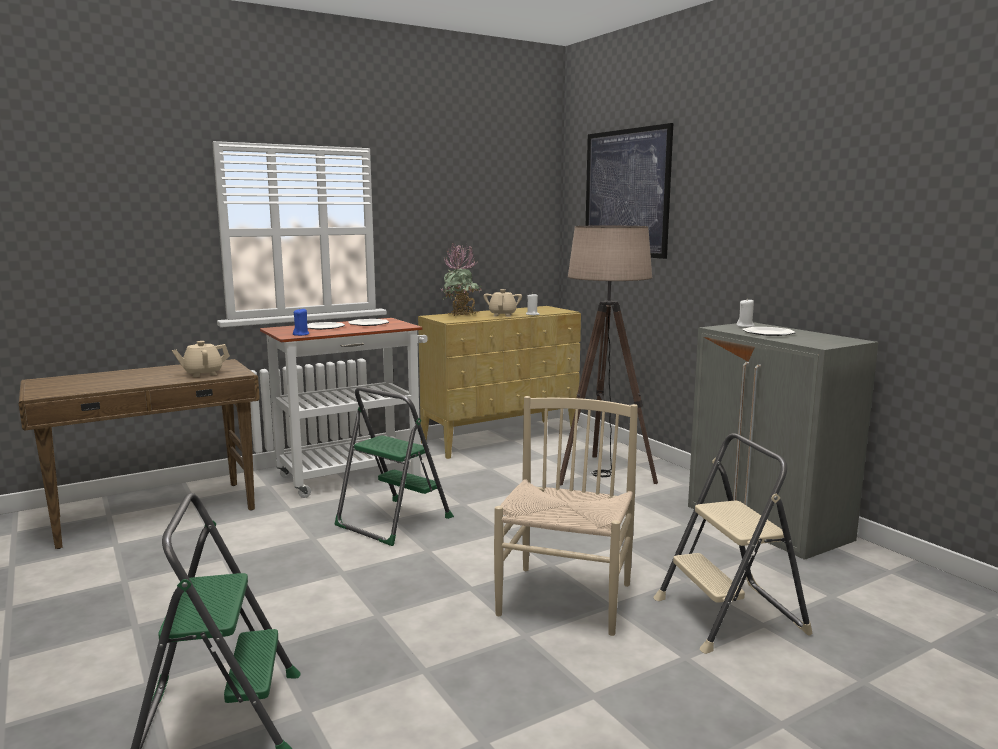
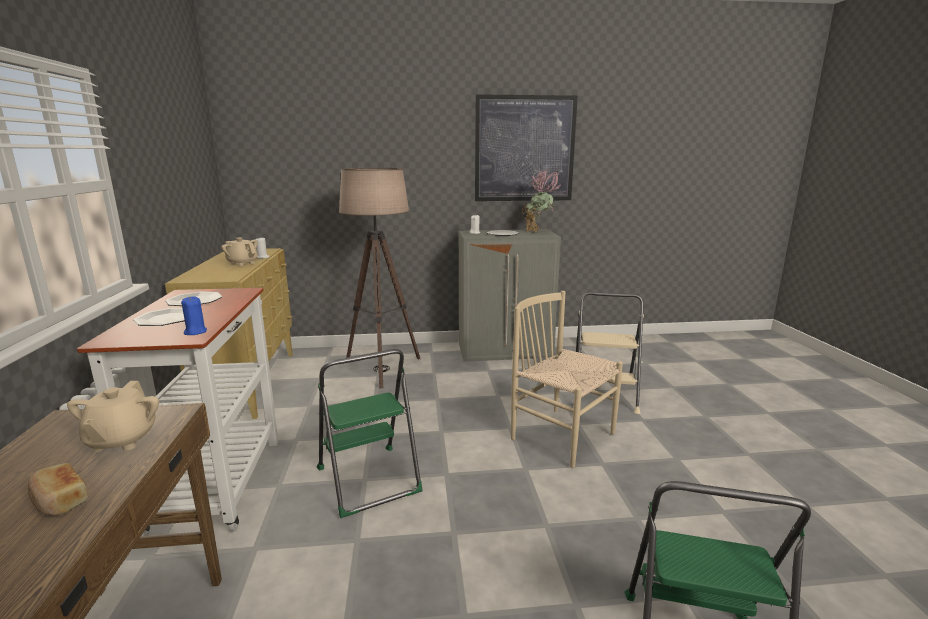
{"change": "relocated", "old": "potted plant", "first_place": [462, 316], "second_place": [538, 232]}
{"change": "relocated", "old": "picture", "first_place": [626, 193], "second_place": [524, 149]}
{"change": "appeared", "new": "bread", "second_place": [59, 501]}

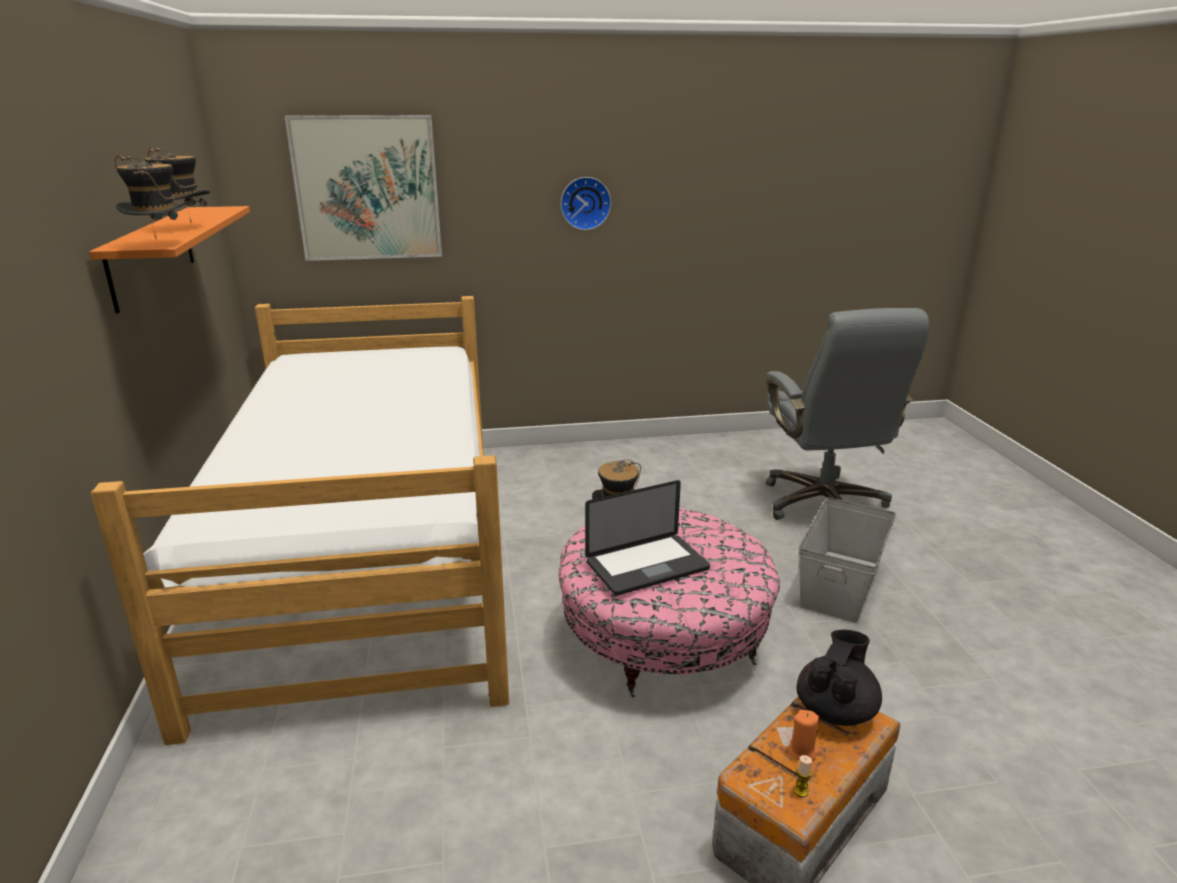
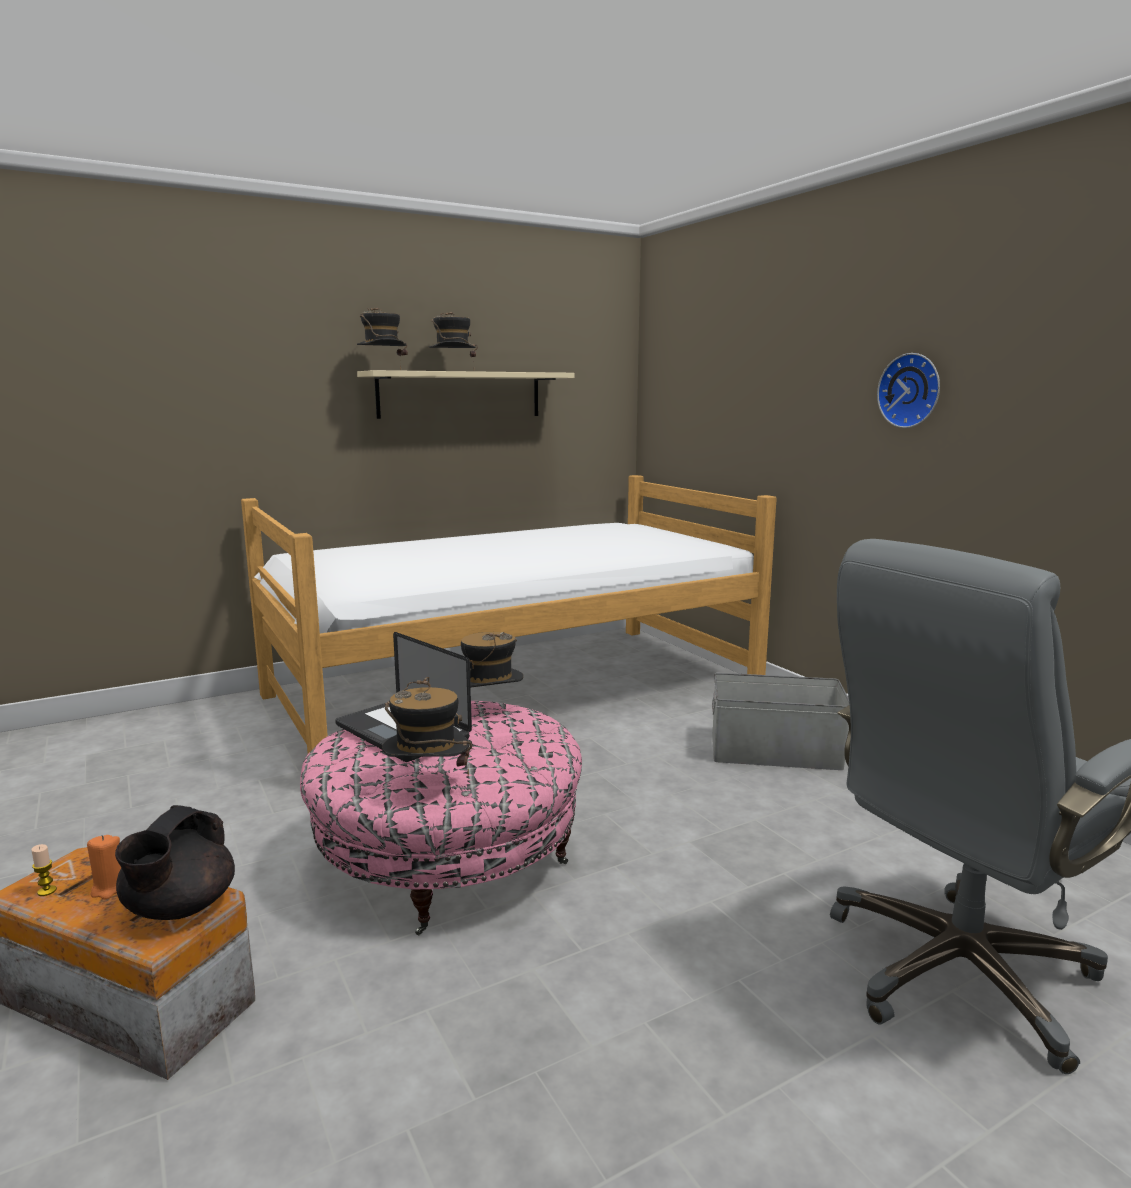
{"change": "colour", "old": "shelf (orange)", "new": "shelf (beige)", "first_place": [152, 255], "second_place": [460, 395]}
{"change": "missing", "old": "picture", "first_place": [367, 188]}
{"change": "spun", "old": "teapot (black)", "first_place": [835, 710], "second_place": [179, 908], "degrees": 90}
{"change": "relocated", "old": "storage box (grey)", "first_place": [841, 584], "second_place": [776, 753]}
{"change": "appeared", "new": "hat", "second_place": [428, 784]}

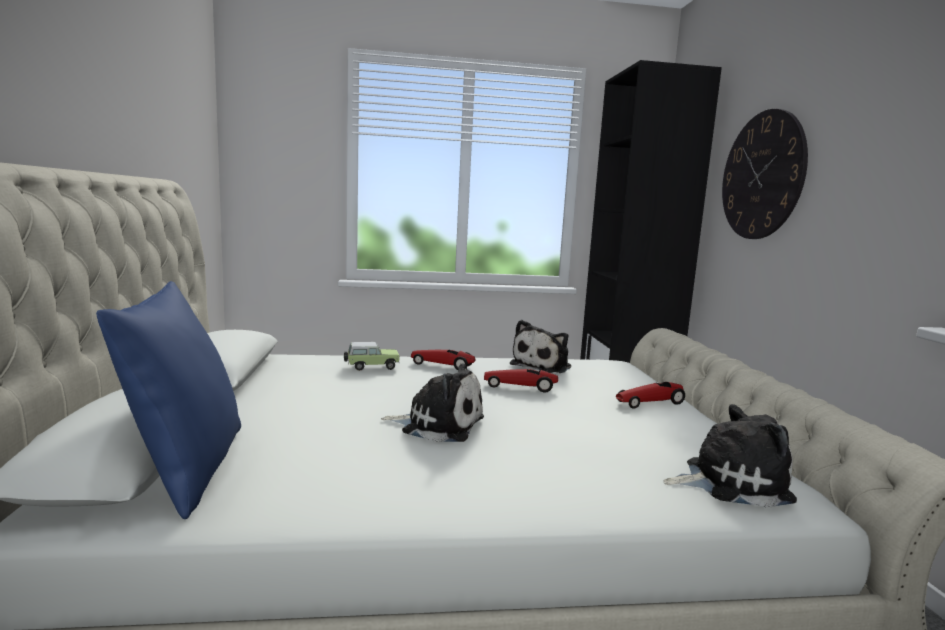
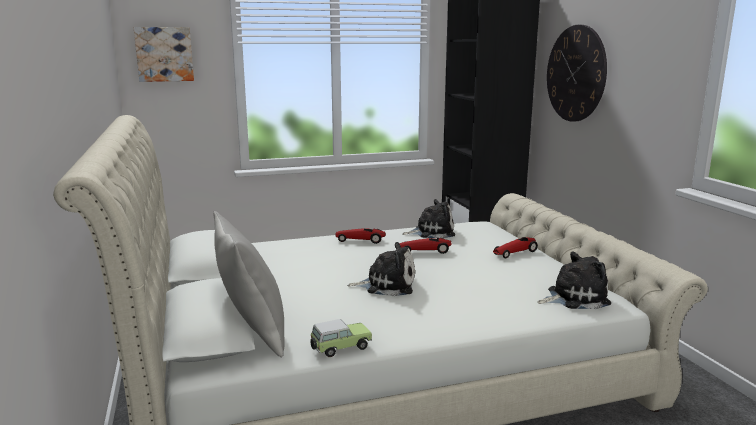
{"change": "colour", "old": "pillow (blue)", "new": "pillow (grey)", "first_place": [186, 469], "second_place": [252, 332]}
{"change": "relocated", "old": "toy car", "first_place": [371, 367], "second_place": [339, 348]}
{"change": "spun", "old": "plush toy", "first_place": [543, 365], "second_place": [432, 232], "degrees": -120}
{"change": "appeared", "new": "picture", "second_place": [164, 54]}

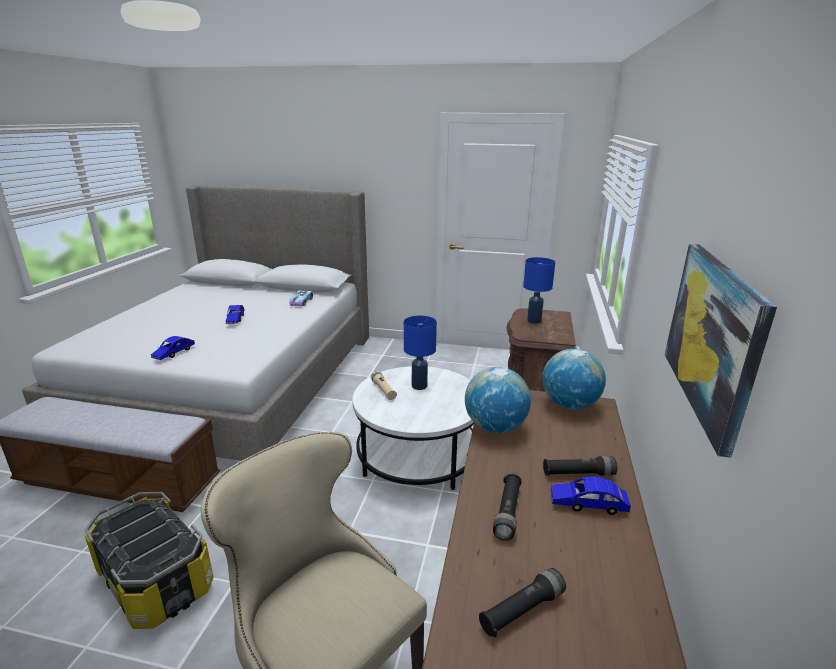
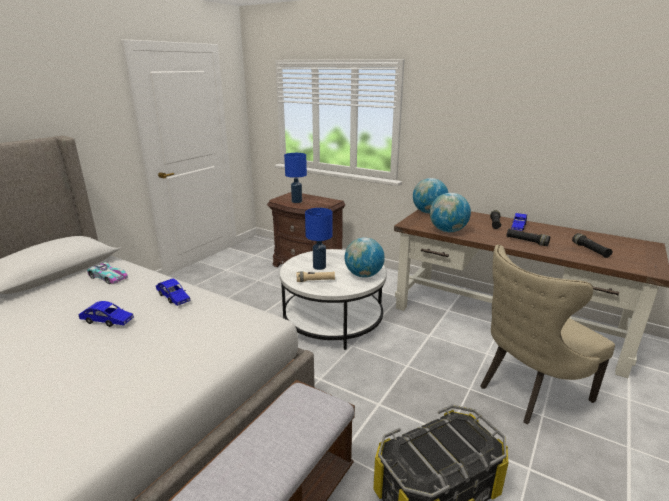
{"change": "relocated", "old": "toy car (blue)", "first_place": [174, 353], "second_place": [173, 297]}
{"change": "missing", "old": "picture", "first_place": [713, 337]}
{"change": "appeared", "new": "globe", "second_place": [363, 275]}

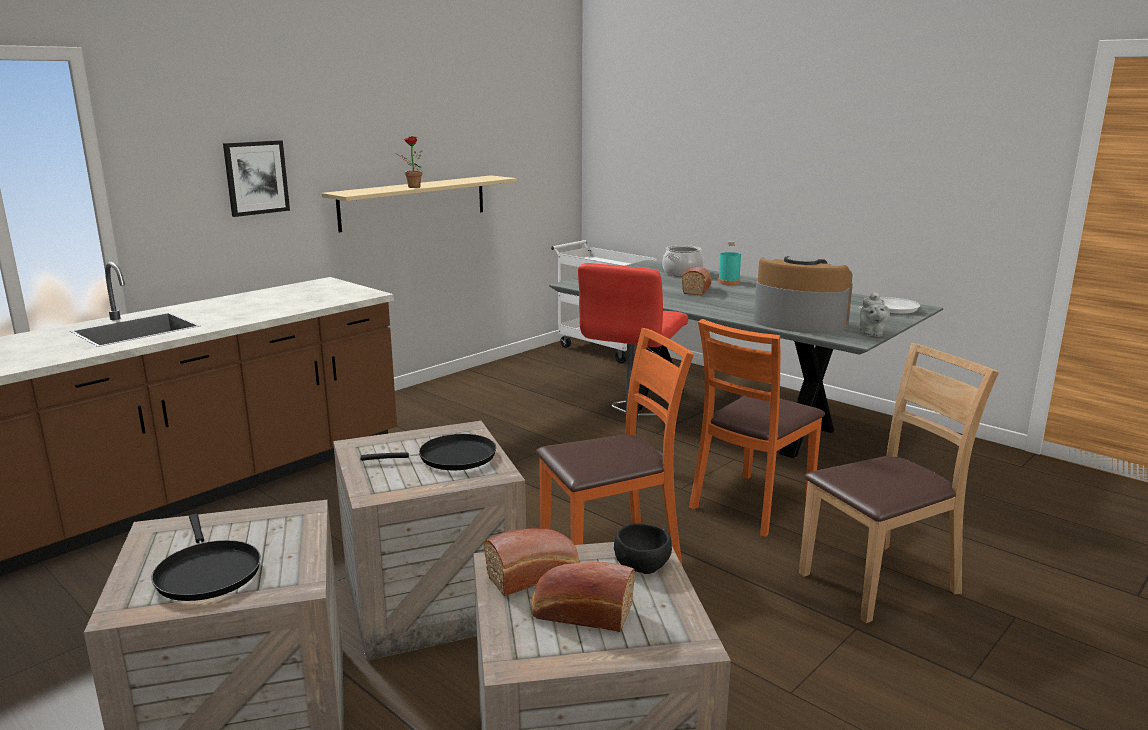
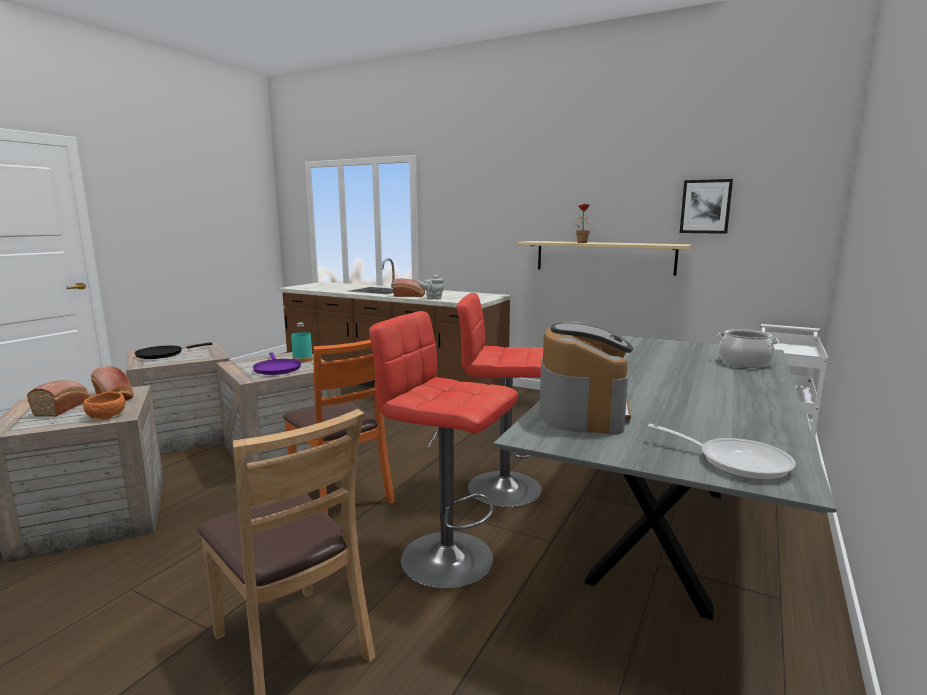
{"change": "relocated", "old": "picture", "first_place": [256, 177], "second_place": [705, 206]}
{"change": "colour", "old": "frying pan (black)", "new": "frying pan (purple)", "first_place": [451, 458], "second_place": [277, 369]}
{"change": "colour", "old": "bowl (black)", "new": "bowl (orange)", "first_place": [643, 563], "second_place": [106, 416]}
{"change": "relocated", "old": "bread", "first_place": [697, 290], "second_place": [410, 296]}
{"change": "exchanged", "old": "chair (orange)", "new": "stool (red)", "first_place": [752, 504], "second_place": [446, 558]}
{"change": "relocated", "old": "bottle (turquoise)", "first_place": [728, 282], "second_place": [302, 359]}
{"change": "relocated", "old": "teapot (grey)", "first_place": [871, 333], "second_place": [432, 298]}

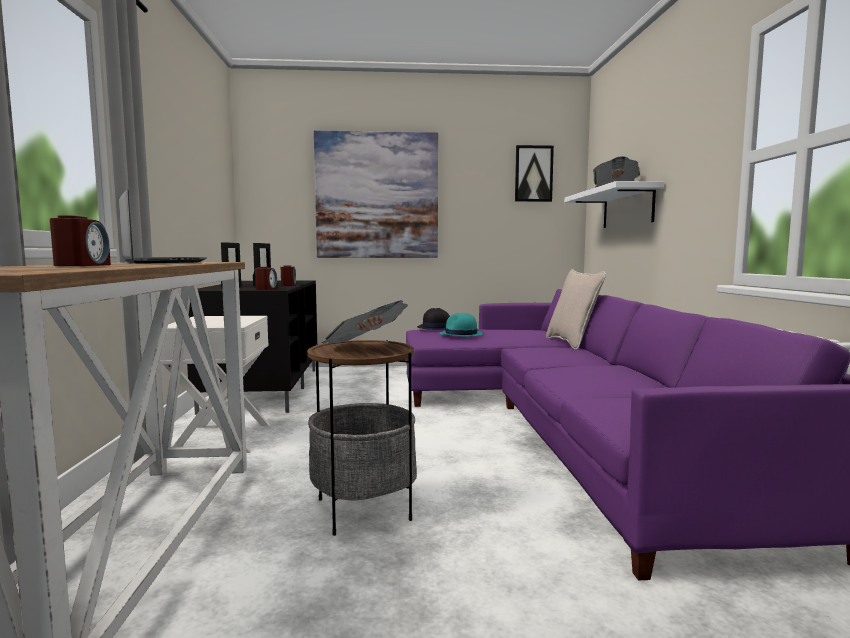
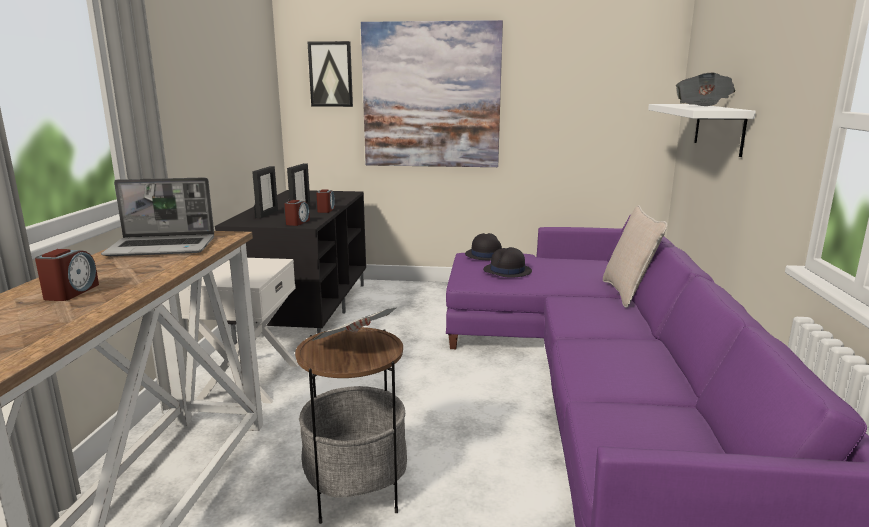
{"change": "spun", "old": "laptop", "first_place": [161, 262], "second_place": [163, 247], "degrees": 105}
{"change": "colour", "old": "hat (turquoise)", "new": "hat (black)", "first_place": [461, 334], "second_place": [507, 271]}
{"change": "relocated", "old": "picture", "first_place": [533, 174], "second_place": [331, 74]}

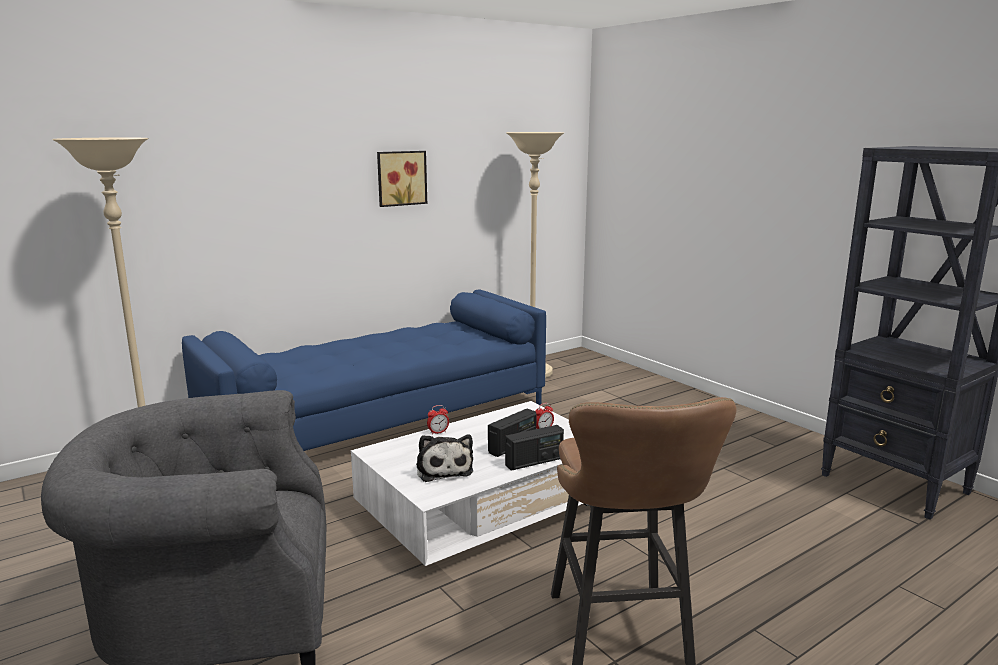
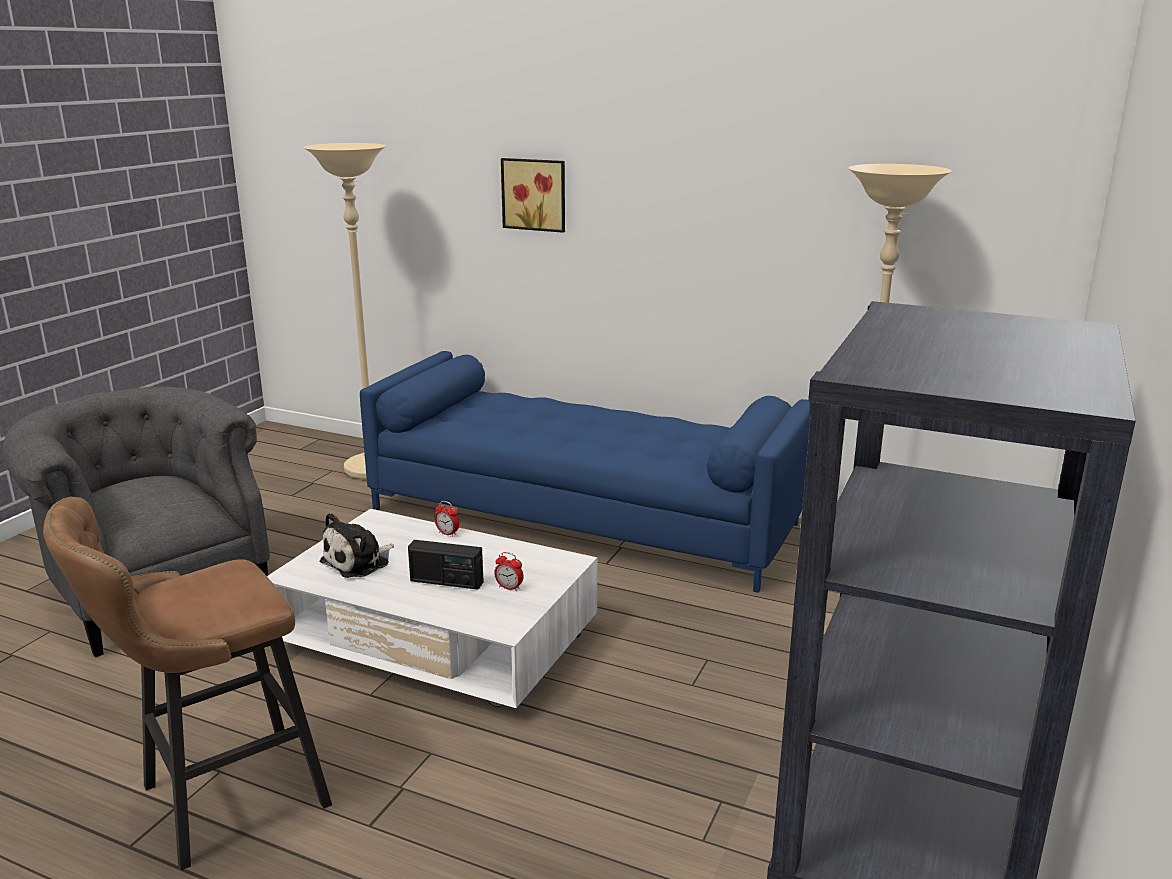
{"change": "relocated", "old": "picture", "first_place": [401, 178], "second_place": [535, 194]}
{"change": "missing", "old": "radio", "first_place": [534, 462]}

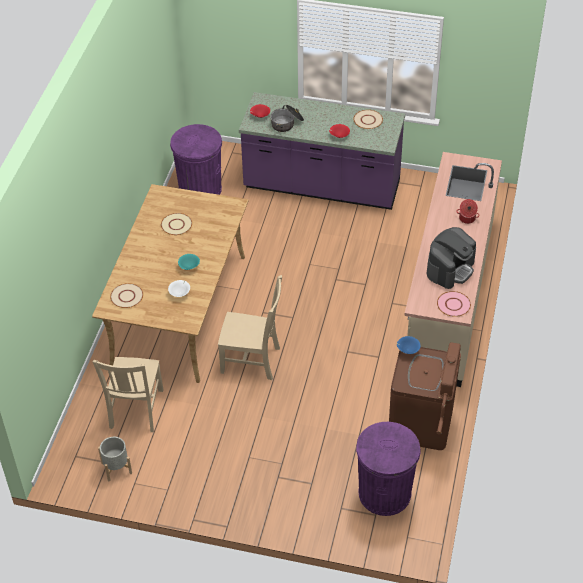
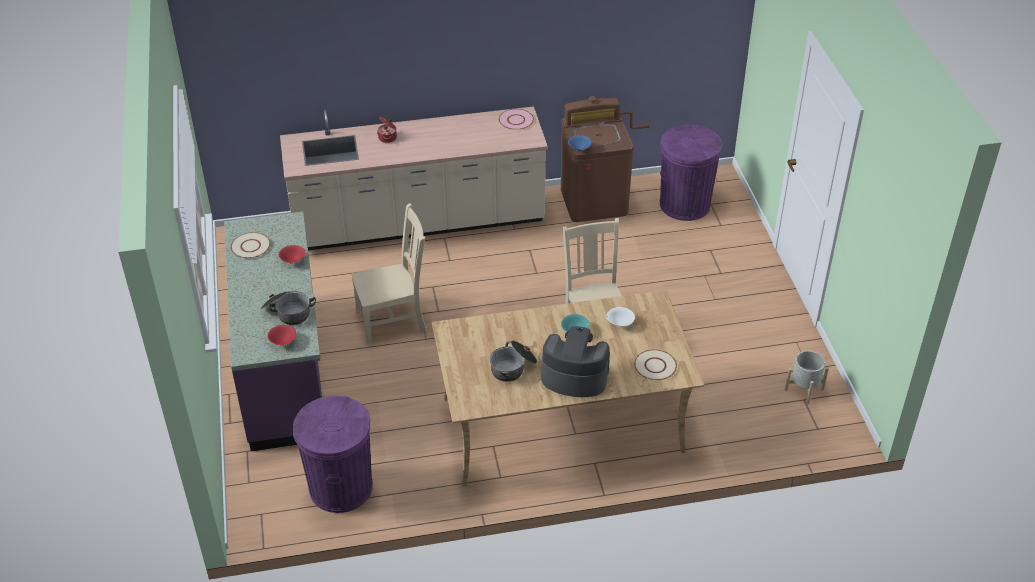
{"change": "relocated", "old": "chair (beige)", "first_place": [136, 410], "second_place": [394, 321]}
{"change": "exchanged", "old": "plate (beige)", "new": "cooking pot", "first_place": [176, 224], "second_place": [513, 367]}
{"change": "relocated", "old": "coffee machine", "first_place": [450, 269], "second_place": [574, 377]}

